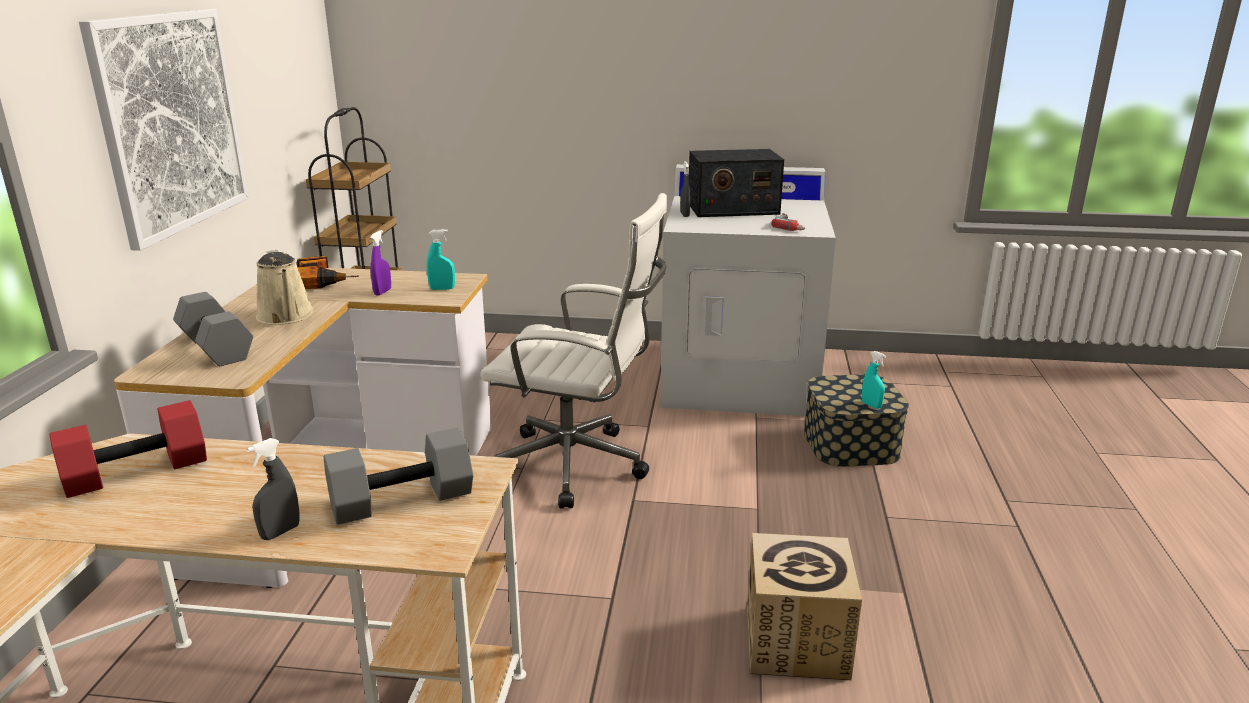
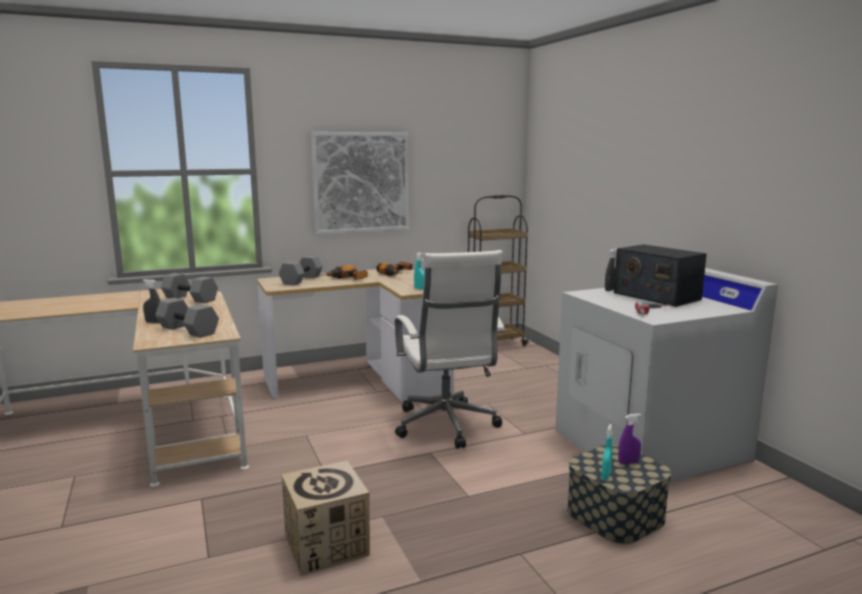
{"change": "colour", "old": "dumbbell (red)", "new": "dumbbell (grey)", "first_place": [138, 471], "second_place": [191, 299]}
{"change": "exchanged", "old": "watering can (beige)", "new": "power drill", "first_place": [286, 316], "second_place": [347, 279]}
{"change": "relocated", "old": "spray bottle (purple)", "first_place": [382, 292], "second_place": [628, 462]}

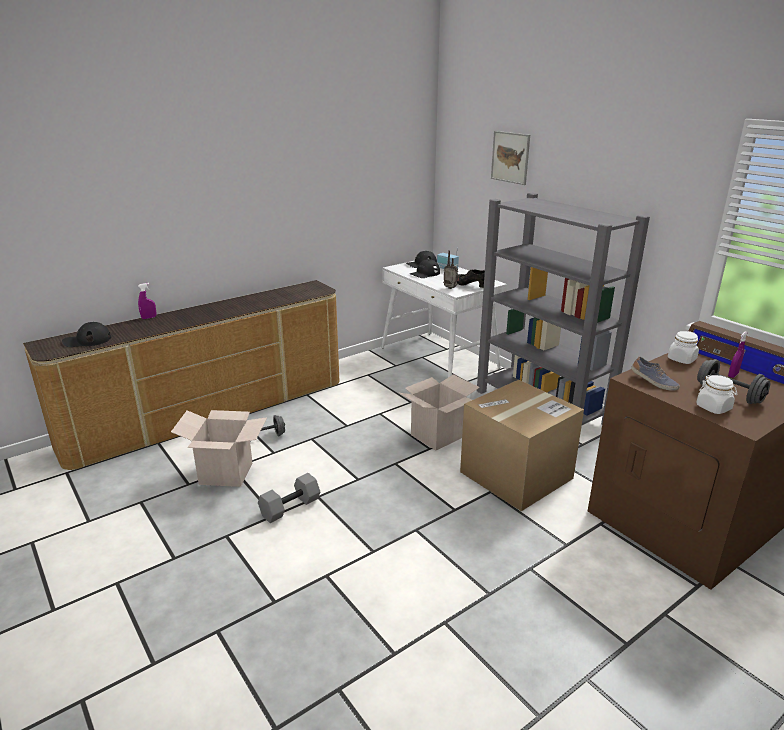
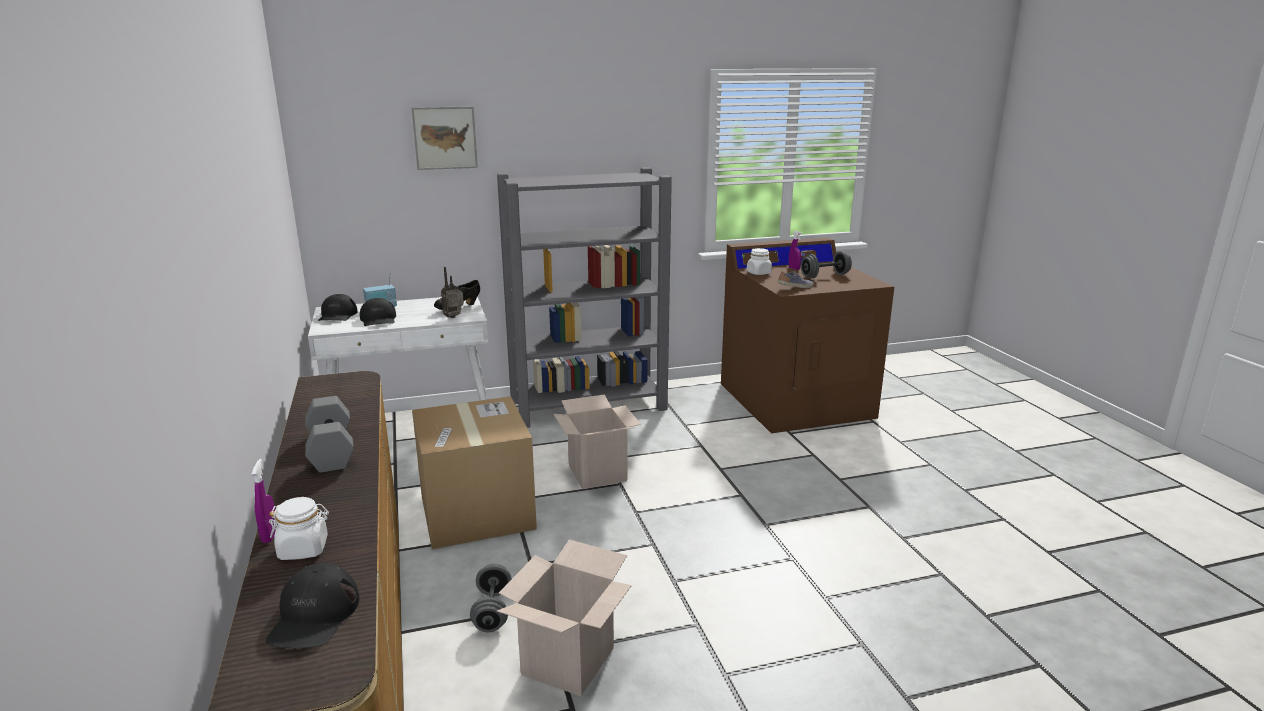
{"change": "relocated", "old": "dumbbell (grey)", "first_place": [290, 506], "second_place": [329, 450]}
{"change": "relocated", "old": "cardboard box", "first_place": [516, 475], "second_place": [477, 512]}
{"change": "relocated", "old": "jar (white)", "first_place": [713, 408], "second_place": [304, 549]}

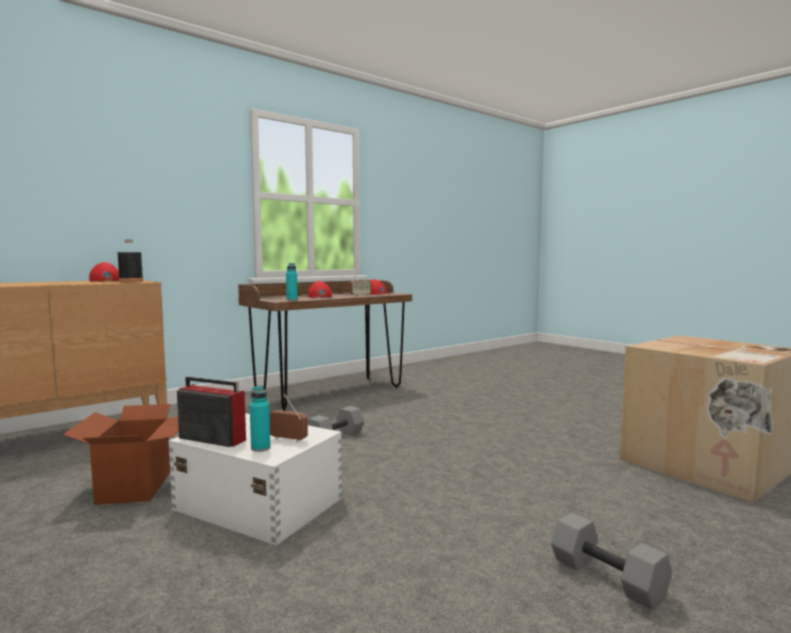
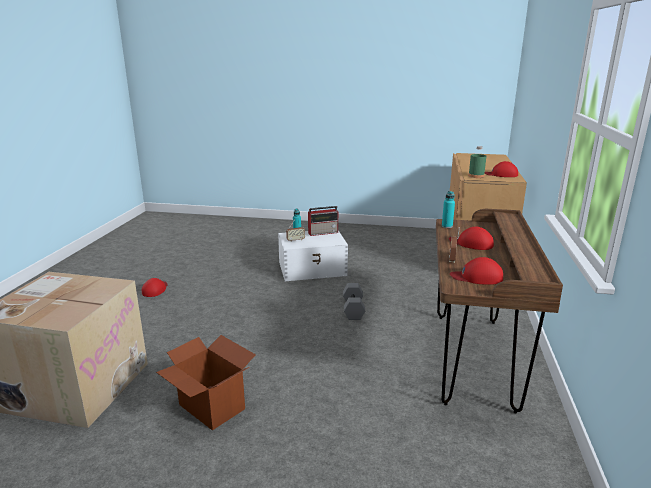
{"change": "relocated", "old": "cardboard box", "first_place": [136, 487], "second_place": [211, 407]}
{"change": "colour", "old": "bottle (black)", "new": "bottle (green)", "first_place": [131, 281], "second_place": [476, 176]}
{"change": "exchanged", "old": "dumbbell (grey)", "new": "cap (red)", "first_place": [609, 578], "second_place": [155, 290]}

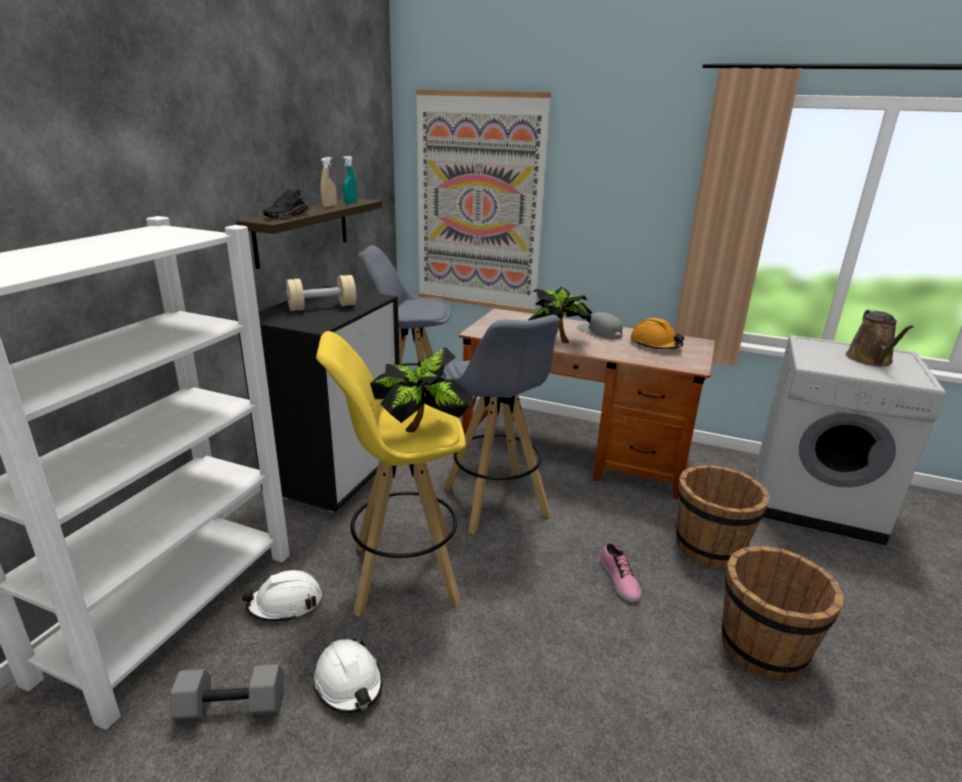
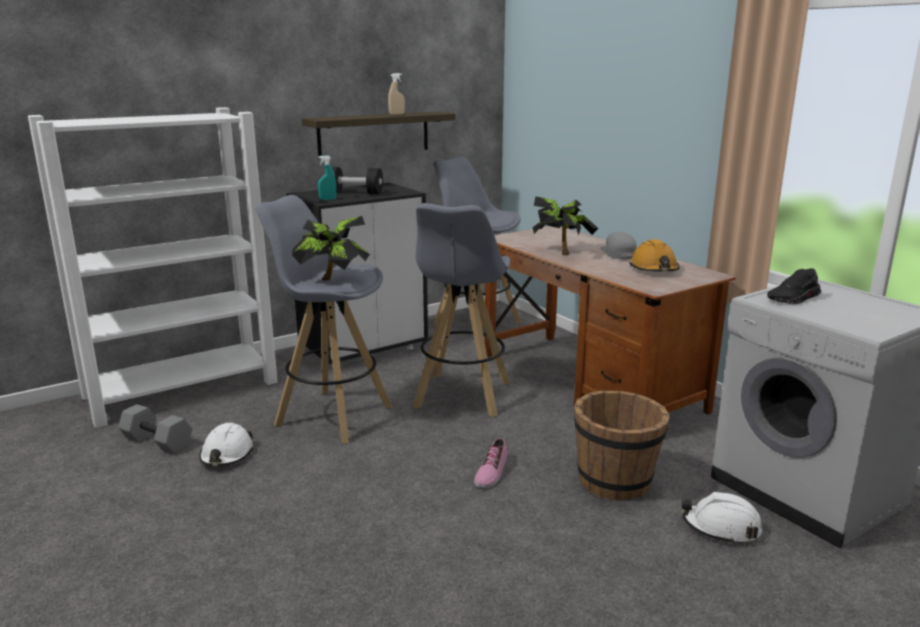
{"change": "relocated", "old": "hard hat (white)", "first_place": [285, 604], "second_place": [721, 527]}
{"change": "relocated", "old": "shoe (black)", "first_place": [288, 216], "second_place": [794, 299]}
{"change": "colour", "old": "dumbbell (beige)", "new": "dumbbell (black)", "first_place": [322, 307], "second_place": [354, 193]}
{"change": "colour", "old": "stool (yellow)", "new": "stool (grey)", "first_place": [401, 574], "second_place": [332, 414]}
{"change": "relocated", "old": "spray bottle (turquoise)", "first_place": [350, 203], "second_place": [327, 199]}
{"change": "missing", "old": "picture", "first_place": [478, 205]}
{"change": "missing", "old": "bucket (brown)", "first_place": [762, 648]}
{"change": "missing", "old": "watering can (brown)", "first_place": [870, 360]}

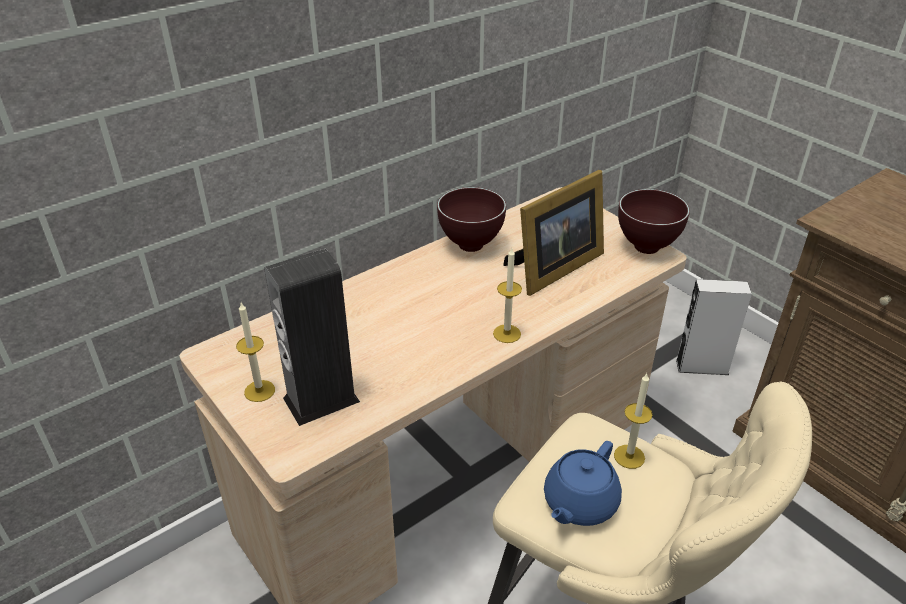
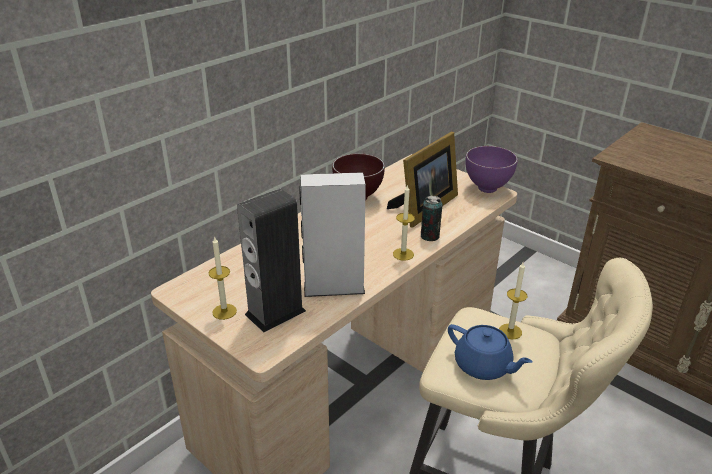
{"change": "spun", "old": "teapot (blue)", "first_place": [579, 503], "second_place": [483, 366], "degrees": -75}
{"change": "colour", "old": "bowl (brown)", "new": "bowl (purple)", "first_place": [646, 249], "second_place": [487, 190]}
{"change": "relocated", "old": "speaker (grey)", "first_place": [702, 367], "second_place": [334, 288]}
{"change": "appeared", "new": "can", "second_place": [429, 236]}

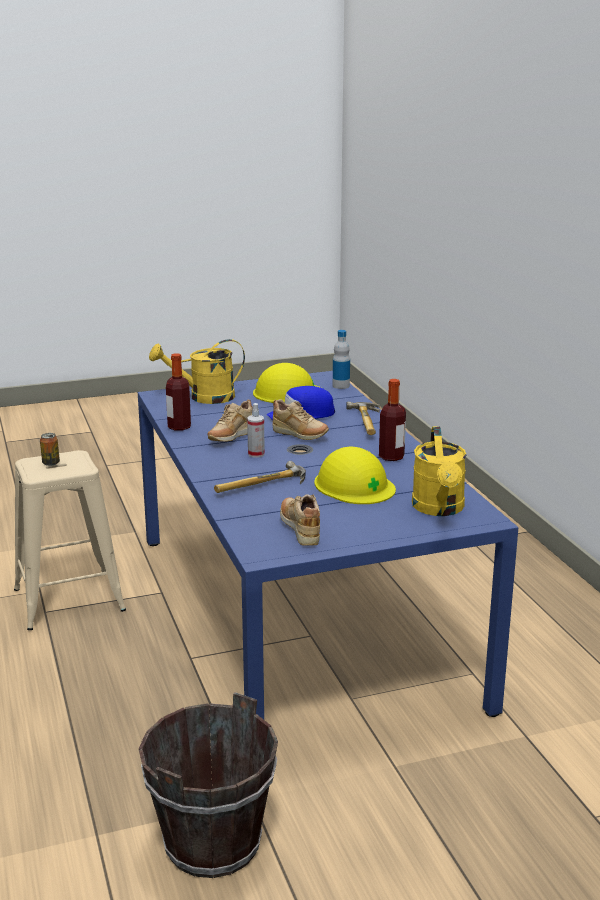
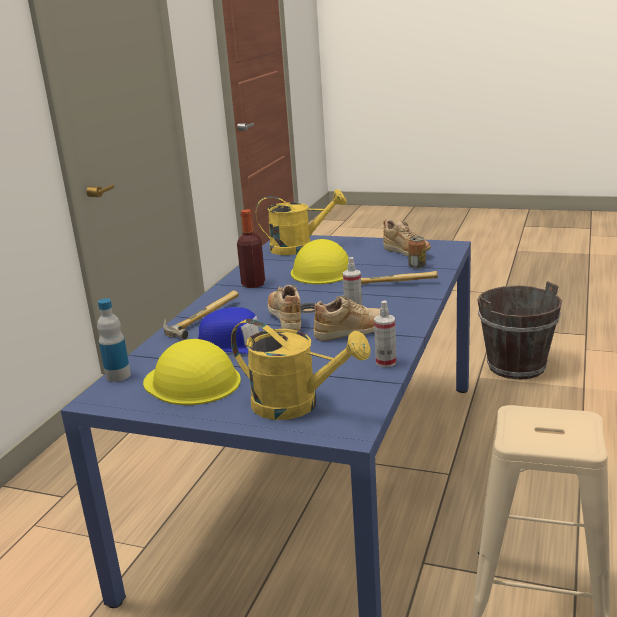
{"change": "relocated", "old": "can", "first_place": [51, 463], "second_place": [417, 266]}
{"change": "exchanged", "old": "bottle", "new": "spray bottle", "first_place": [179, 427], "second_place": [386, 362]}
{"change": "spun", "old": "shoe (beige)", "first_place": [300, 530], "second_place": [406, 253], "degrees": -60}
{"change": "spun", "old": "watering can (yellow)", "first_place": [439, 509], "second_place": [299, 247], "degrees": 45}

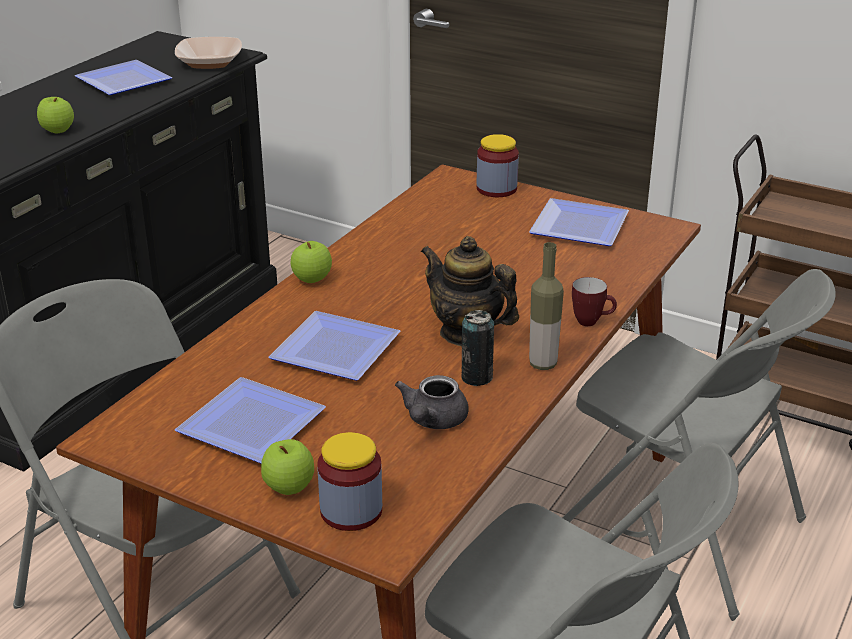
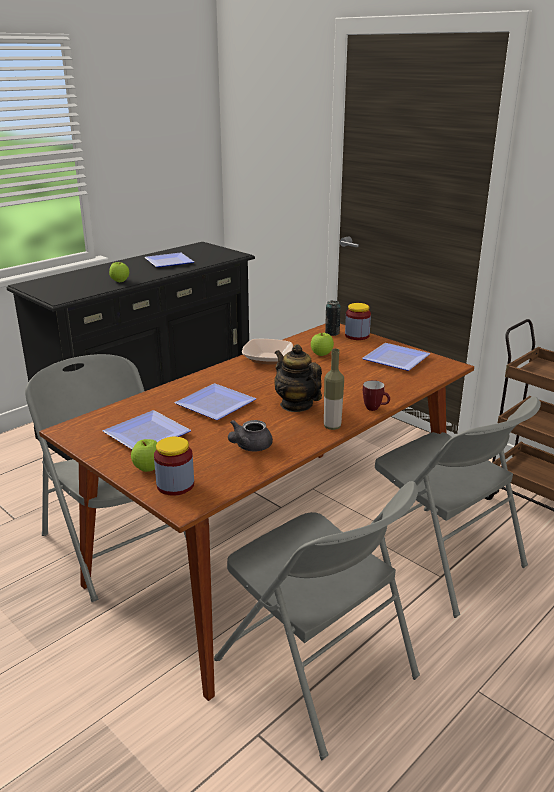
{"change": "relocated", "old": "bowl", "first_place": [210, 62], "second_place": [267, 358]}
{"change": "relocated", "old": "apple", "first_place": [312, 279], "second_place": [321, 354]}
{"change": "relocated", "old": "can", "first_place": [476, 377], "second_place": [332, 333]}

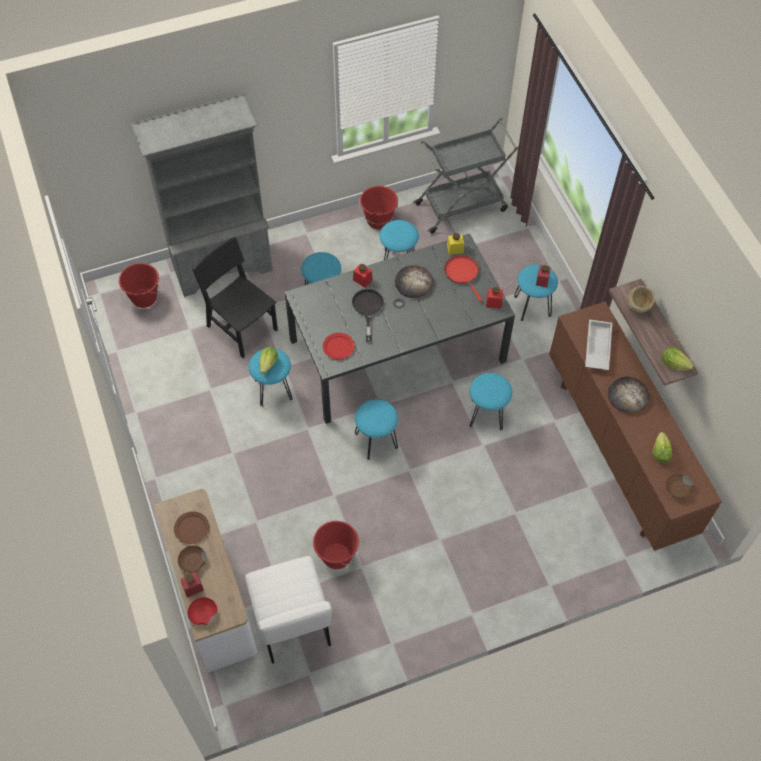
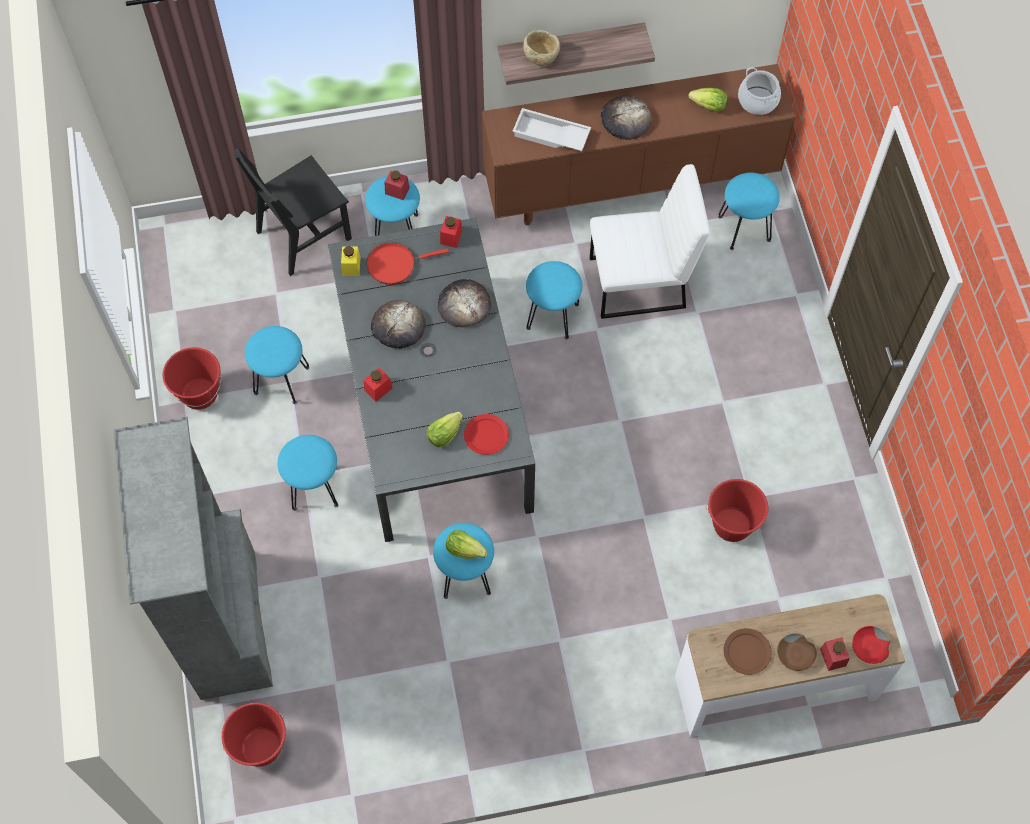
{"change": "relocated", "old": "chair (black)", "first_place": [242, 328], "second_place": [303, 235]}
{"change": "relocated", "old": "chair (white)", "first_place": [292, 623], "second_place": [641, 283]}
{"change": "missing", "old": "frying pan (black)", "first_place": [367, 309]}
{"change": "relocated", "old": "stool (turquoise)", "first_place": [376, 441], "second_place": [744, 228]}
{"change": "missing", "old": "cart (grey)", "first_place": [462, 207]}
{"change": "relocated", "old": "lettuce", "first_place": [674, 364], "second_place": [444, 434]}
{"change": "exchanged", "old": "bowl (brown)", "new": "cooking pot", "first_place": [678, 489], "second_place": [758, 100]}
{"change": "appeared", "new": "bread", "second_place": [464, 305]}

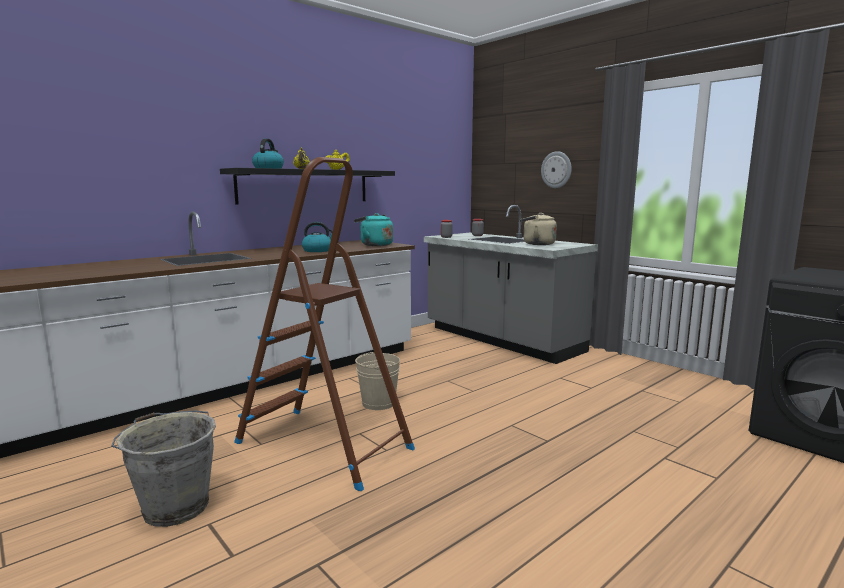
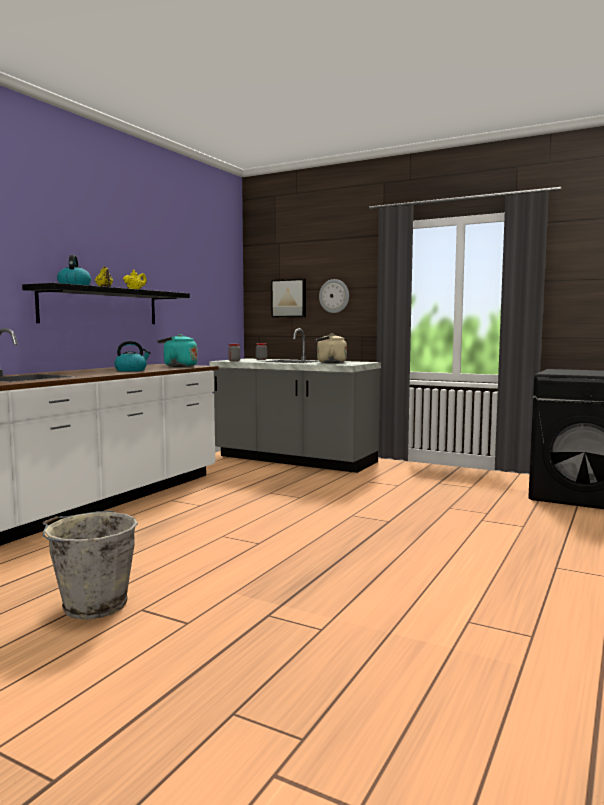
{"change": "missing", "old": "step ladder (brown)", "first_place": [322, 445]}
{"change": "missing", "old": "bucket (beige)", "first_place": [378, 403]}
{"change": "appeared", "new": "picture", "second_place": [289, 298]}

